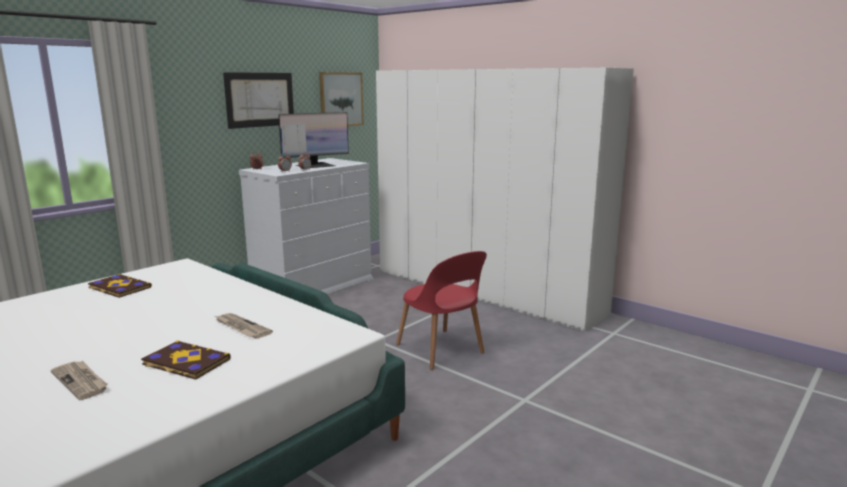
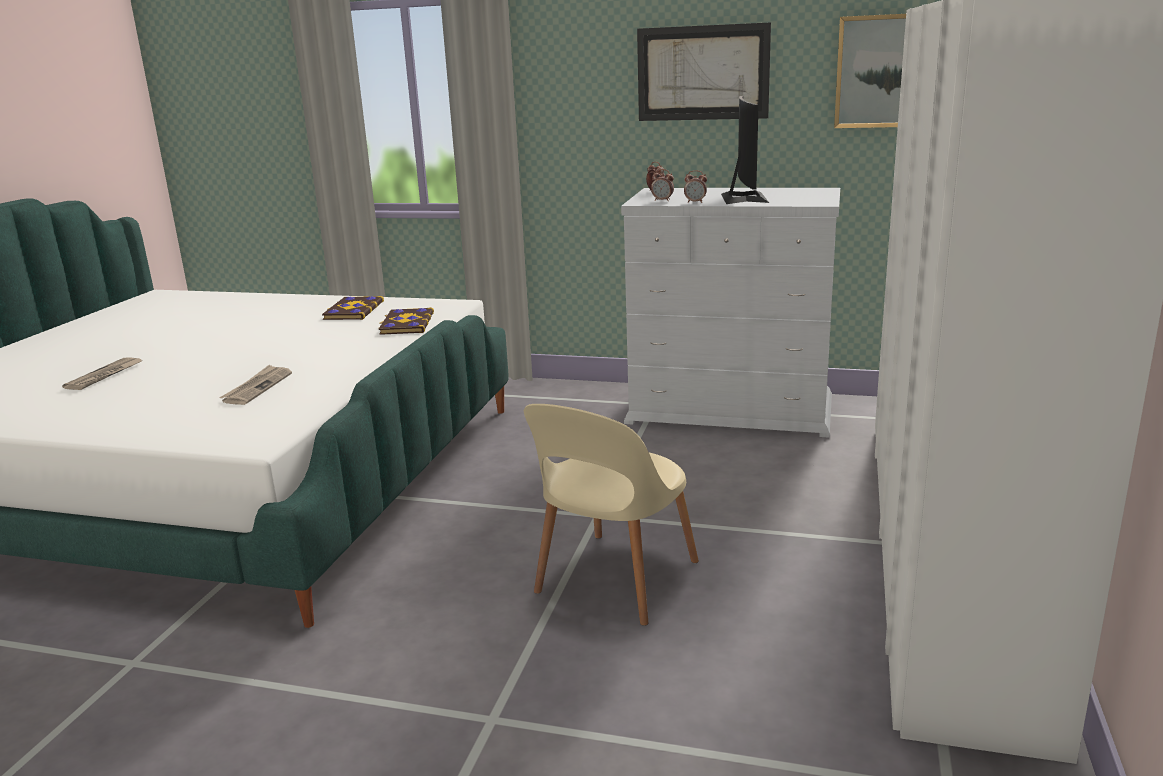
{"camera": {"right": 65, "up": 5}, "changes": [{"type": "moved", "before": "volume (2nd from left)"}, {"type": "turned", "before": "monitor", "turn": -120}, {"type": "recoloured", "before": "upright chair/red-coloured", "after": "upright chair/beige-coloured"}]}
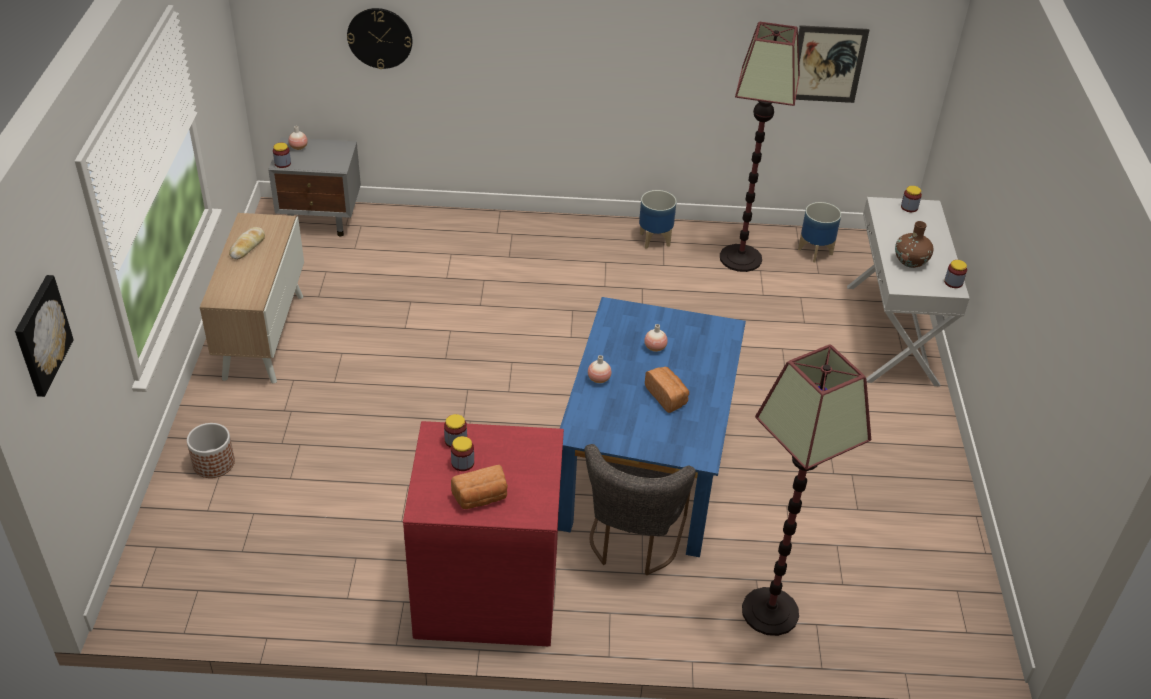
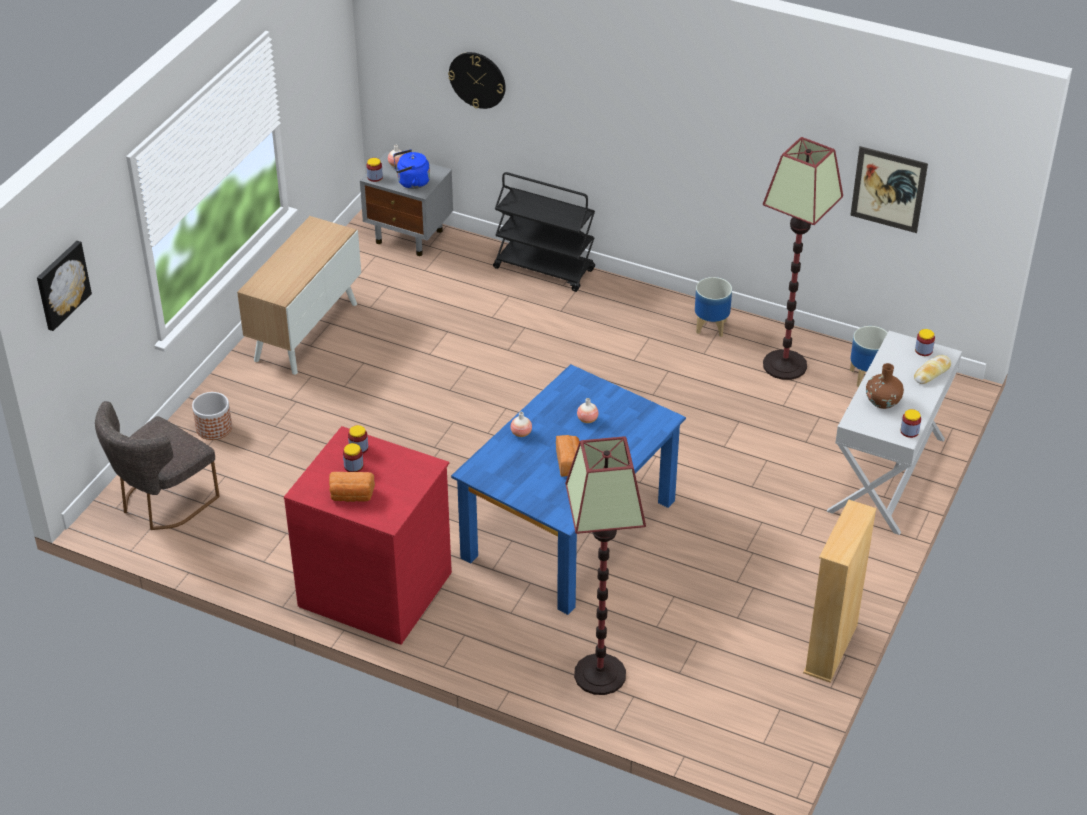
{"camera": {"right": 25, "up": 0}, "changes": [{"type": "moved", "before": "bread (1st from left in the first image)", "after": "bread (3rd from left)"}, {"type": "moved", "before": "upright chair/grey"}, {"type": "added", "after": "tea kettle/blue"}, {"type": "added", "after": "wheeled cart/black"}, {"type": "added", "after": "bookshelf/beige-coloured"}]}
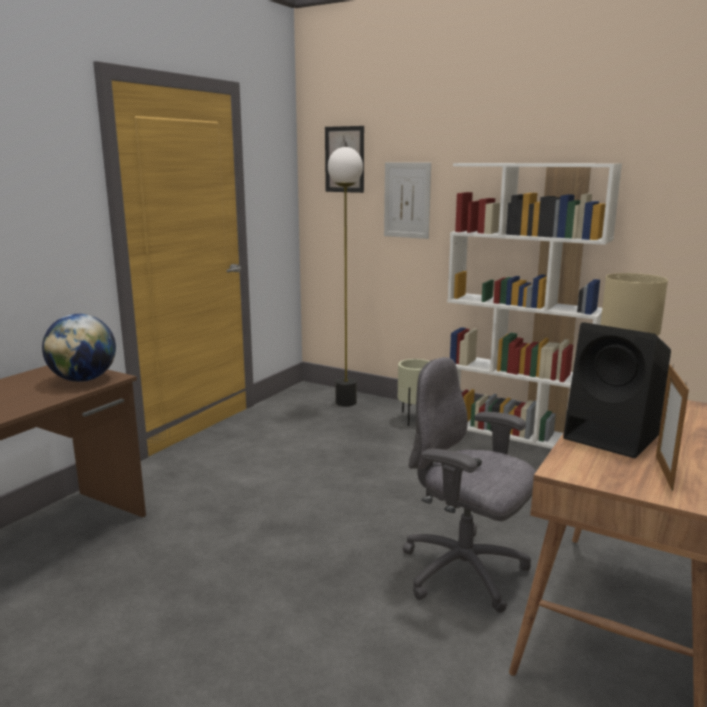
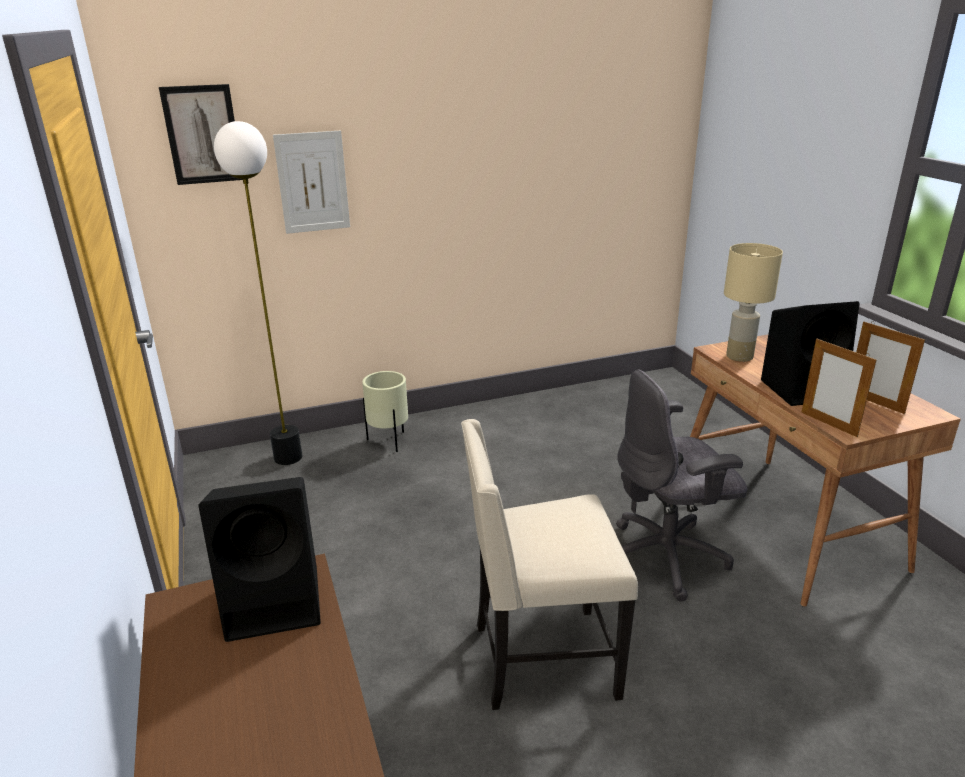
{"camera": {"right": -50, "up": 10}, "changes": [{"type": "replaced", "before": "desk globe", "after": "audio speaker/black (1st from left)"}, {"type": "removed", "before": "bookshelf/whitish"}, {"type": "added", "after": "upright chair/beige-coloured"}, {"type": "added", "after": "standing frame (1st from left)"}]}
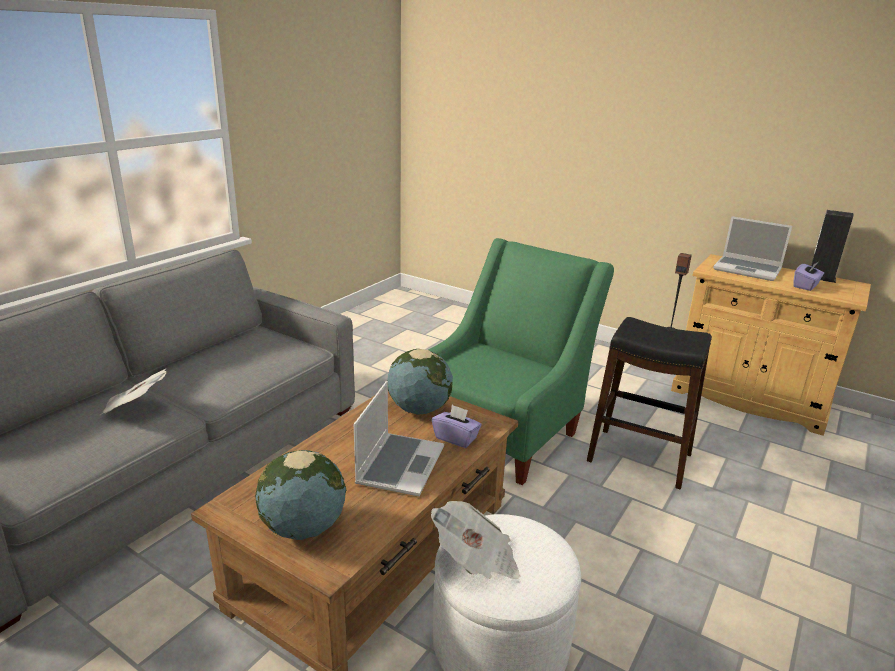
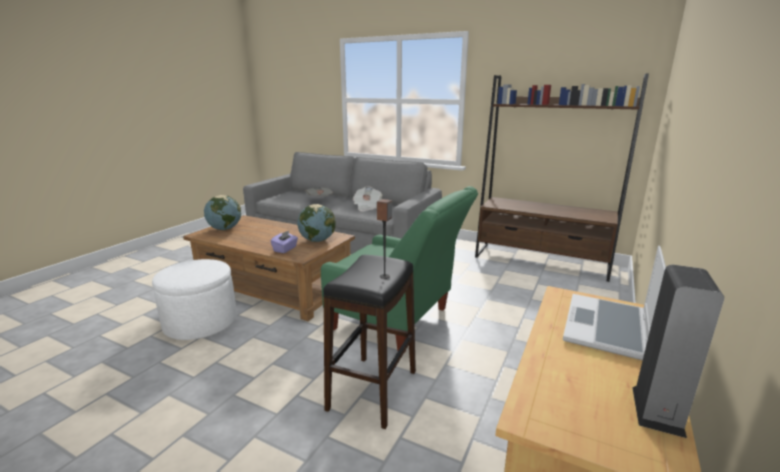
{"camera": {"right": 85, "up": -5}, "changes": [{"type": "removed", "before": "laptop (1st from left)"}, {"type": "moved", "before": "printed paper (2nd from left)"}, {"type": "removed", "before": "tissue holder/purple-coloured (2nd from left)"}, {"type": "added", "after": "bookshelf/brown"}]}
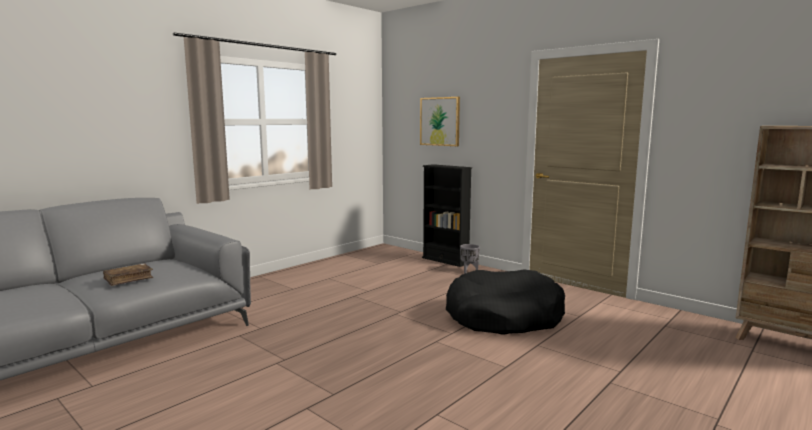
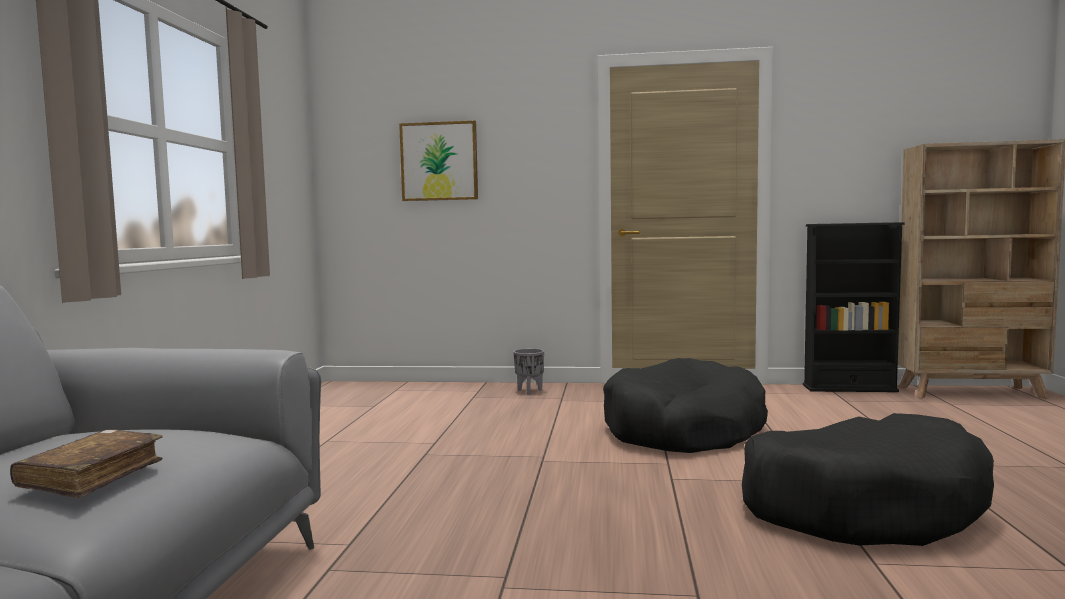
{"camera": {"right": -35, "up": -5}, "changes": [{"type": "moved", "before": "bookshelf/black"}, {"type": "added", "after": "dog bed/black (2nd from left)"}]}
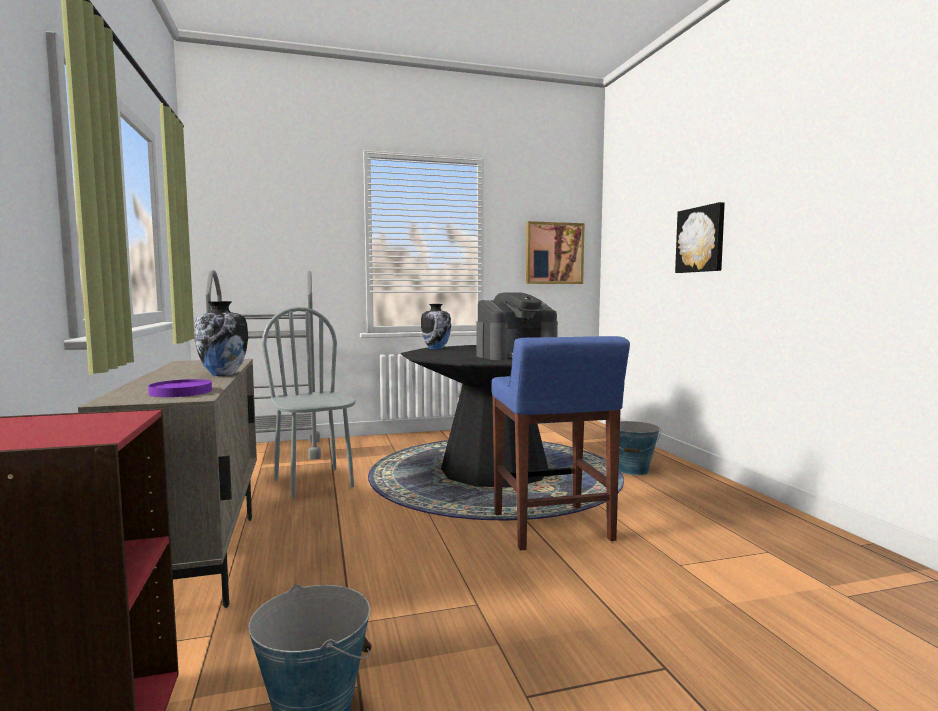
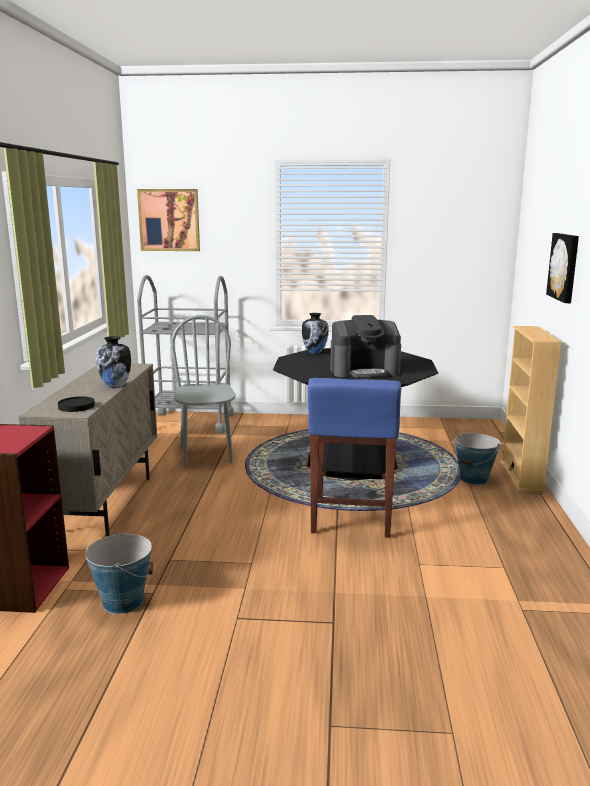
{"camera": {"right": 20, "up": 10}, "changes": [{"type": "recoloured", "before": "flat dish/purple-coloured", "after": "flat dish/black"}, {"type": "moved", "before": "wall picture (1st from left)"}, {"type": "added", "after": "bookshelf/beige-coloured"}]}
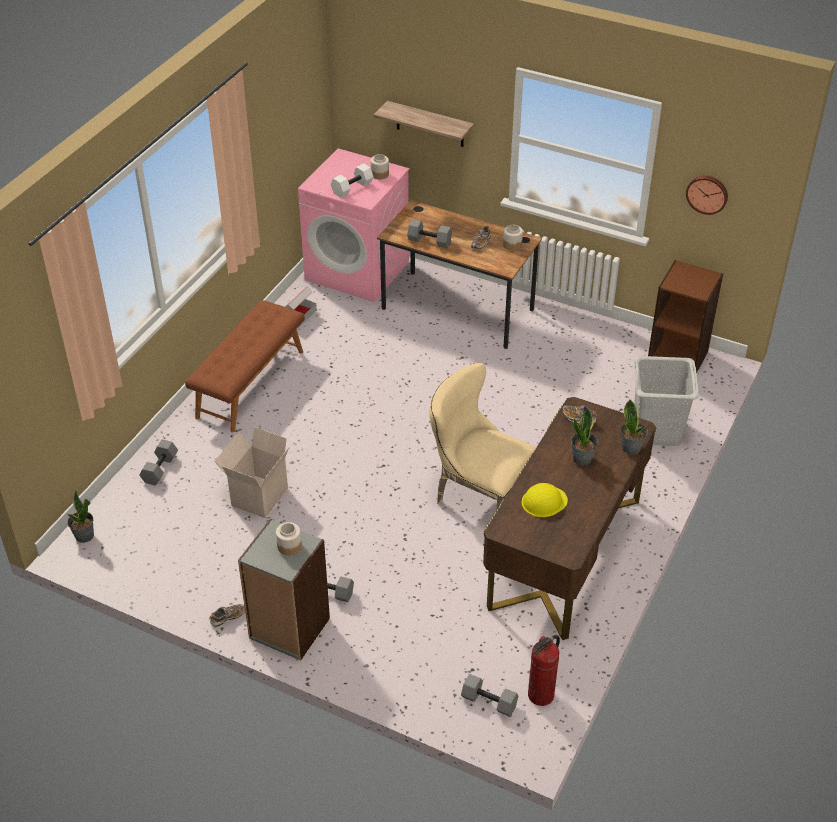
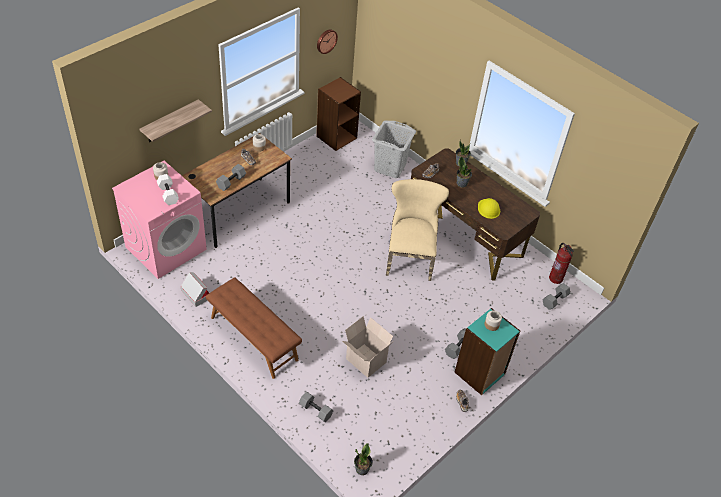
{"camera": {"right": -75, "up": 5}, "changes": [{"type": "recoloured", "before": "bookshelf/grey", "after": "bookshelf/blue-green"}, {"type": "turned", "before": "upright chair/beige-coloured", "turn": 135}]}
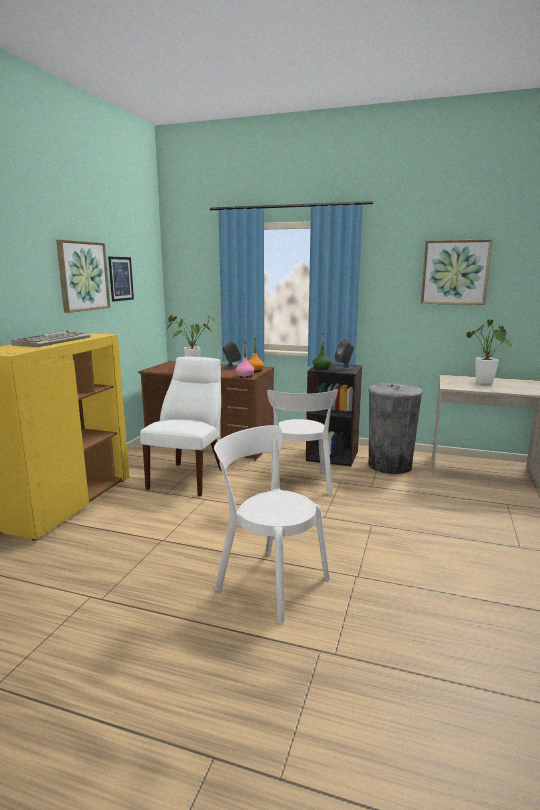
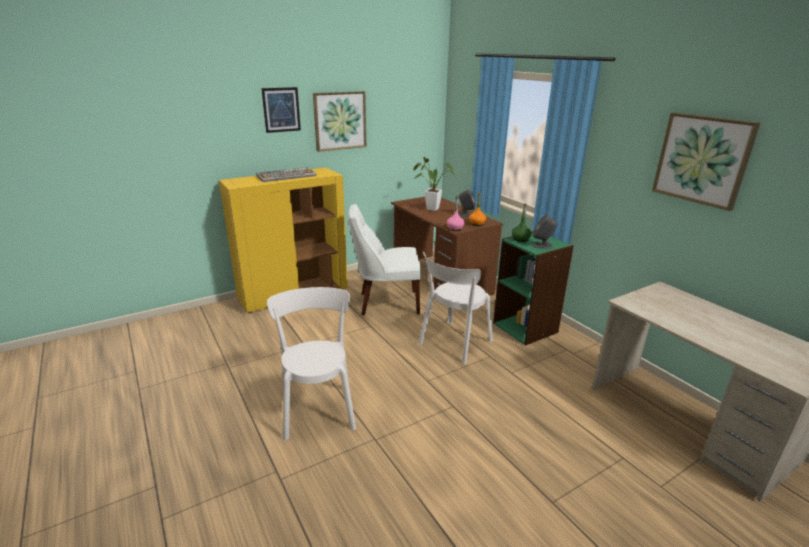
{"camera": {"right": 40, "up": 10}, "changes": [{"type": "moved", "before": "wall picture (2nd from left in the first image)", "after": "wall picture (1st from left)"}, {"type": "turned", "before": "upright chair/whitish (1st from left in the first image)", "turn": -150}, {"type": "recoloured", "before": "bookshelf/black", "after": "bookshelf/greenish"}, {"type": "removed", "before": "rubbish bin/grey"}, {"type": "removed", "before": "potted plant (2nd from left)"}]}
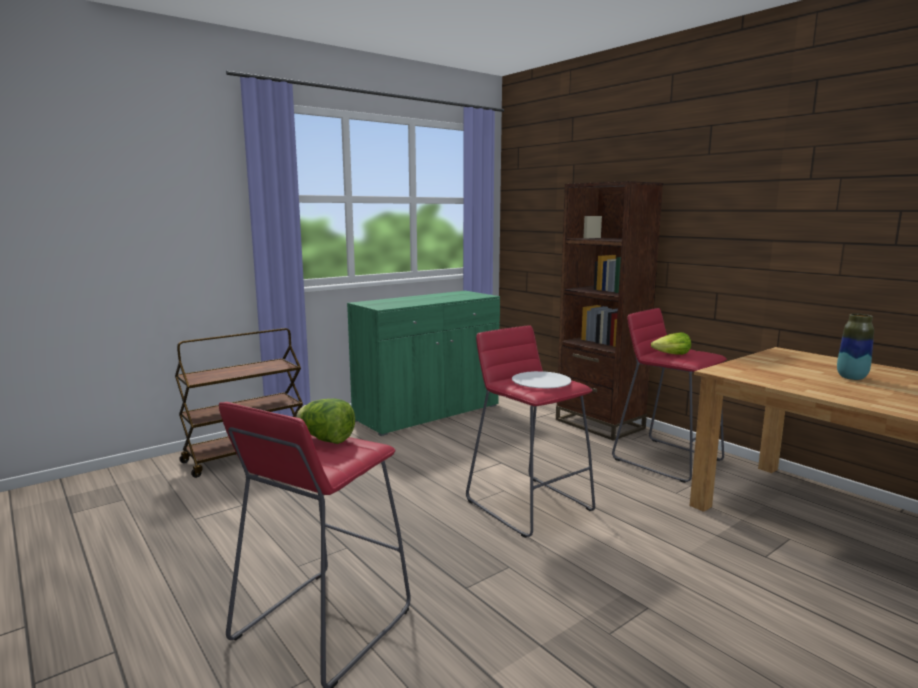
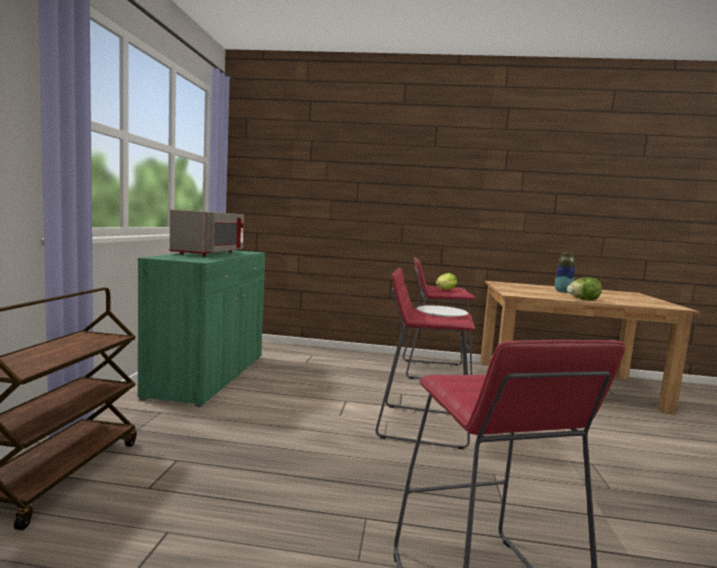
{"camera": {"right": -45, "up": -5}, "changes": [{"type": "moved", "before": "lettuce (1st from left in the first image)", "after": "lettuce (2nd from left)"}, {"type": "removed", "before": "bookshelf/brown"}, {"type": "added", "after": "microwave/grey"}]}
